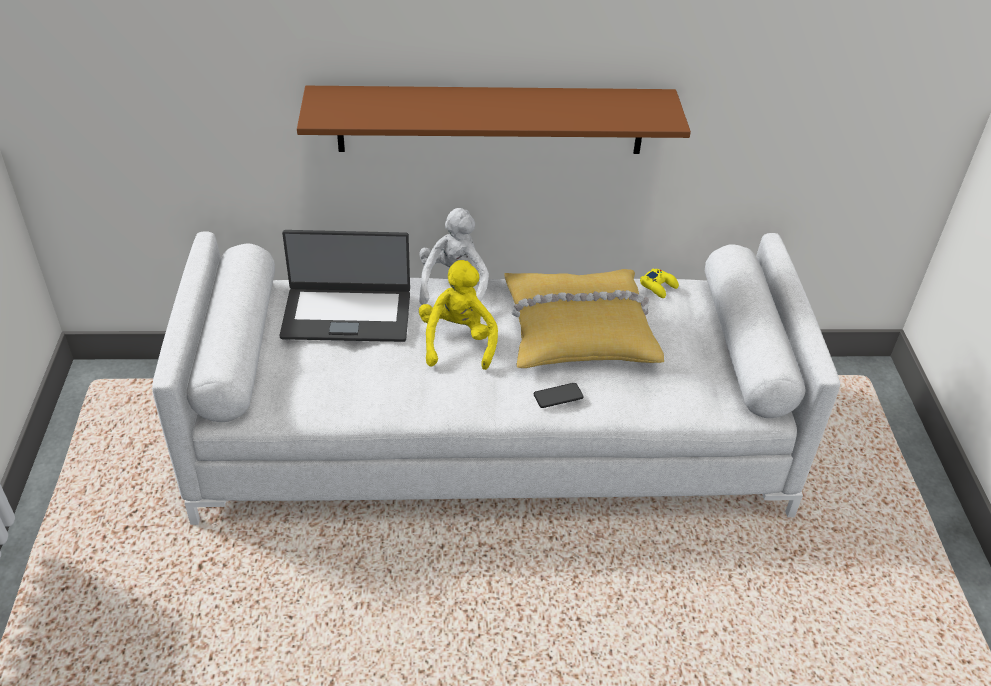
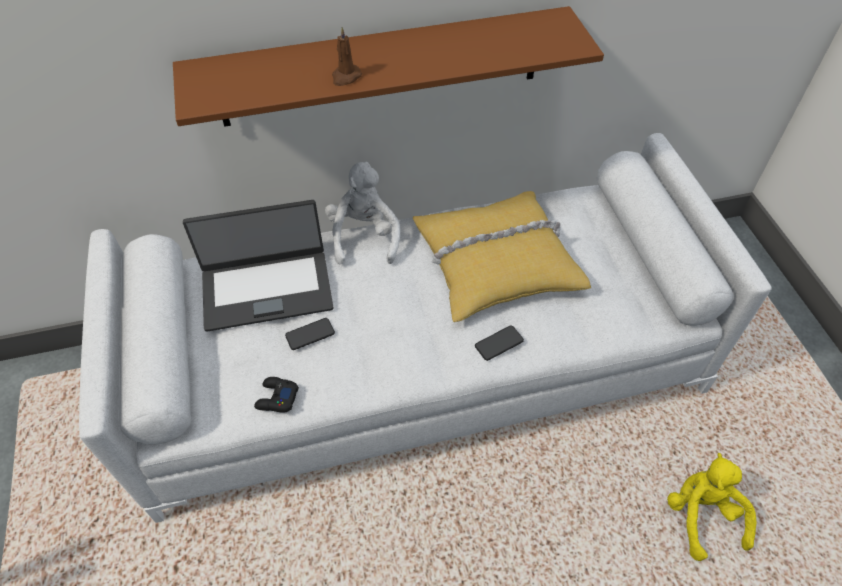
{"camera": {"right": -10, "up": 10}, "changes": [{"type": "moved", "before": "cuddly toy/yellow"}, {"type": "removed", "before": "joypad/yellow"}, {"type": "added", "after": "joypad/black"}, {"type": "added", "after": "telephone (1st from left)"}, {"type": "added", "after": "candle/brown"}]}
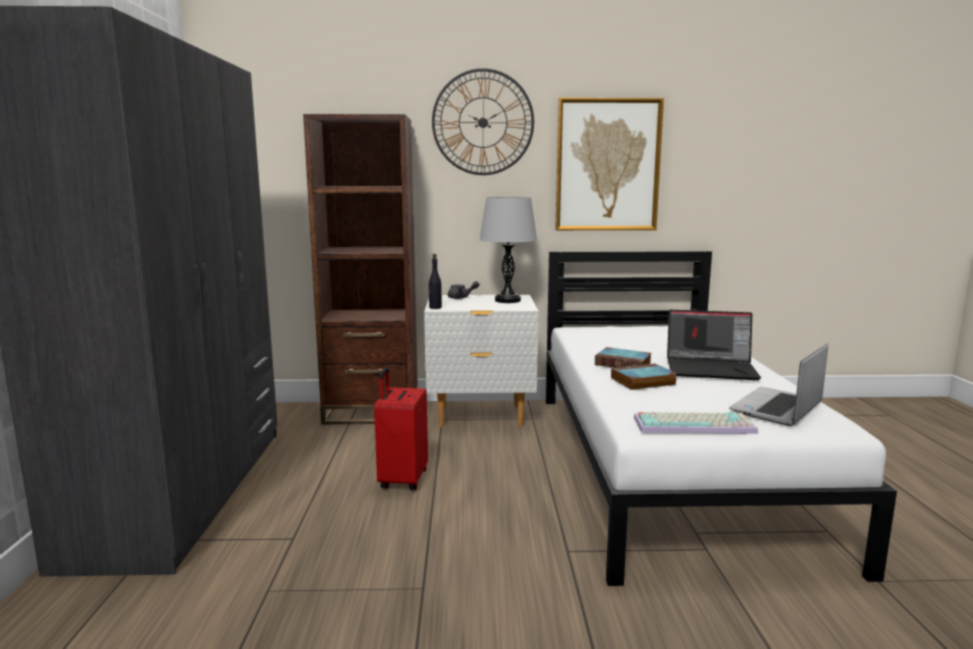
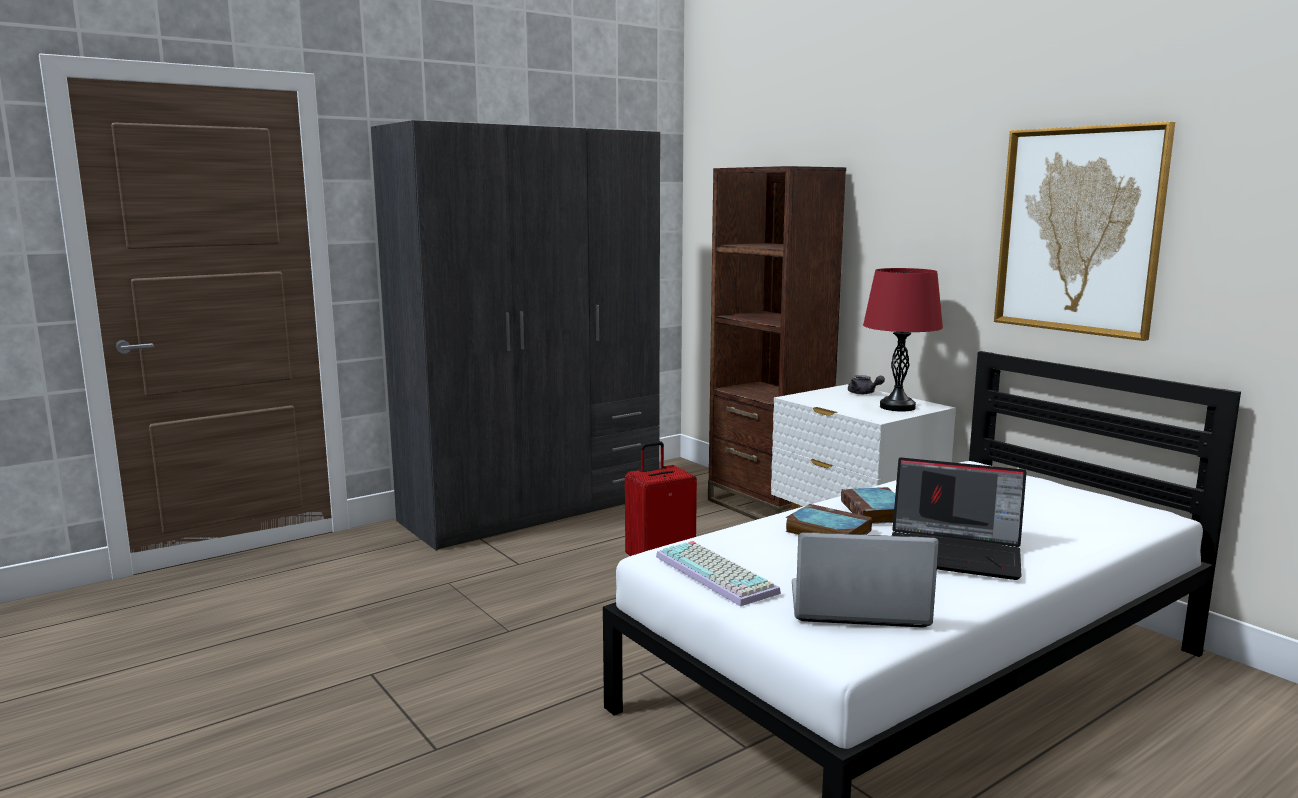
{"camera": {"right": 55, "up": 0}, "changes": [{"type": "removed", "before": "bottle/black"}, {"type": "removed", "before": "hanging clock"}, {"type": "recoloured", "before": "table lamp/grey", "after": "table lamp/red-coloured"}, {"type": "turned", "before": "laptop (1st from left in the first image)", "turn": -45}]}
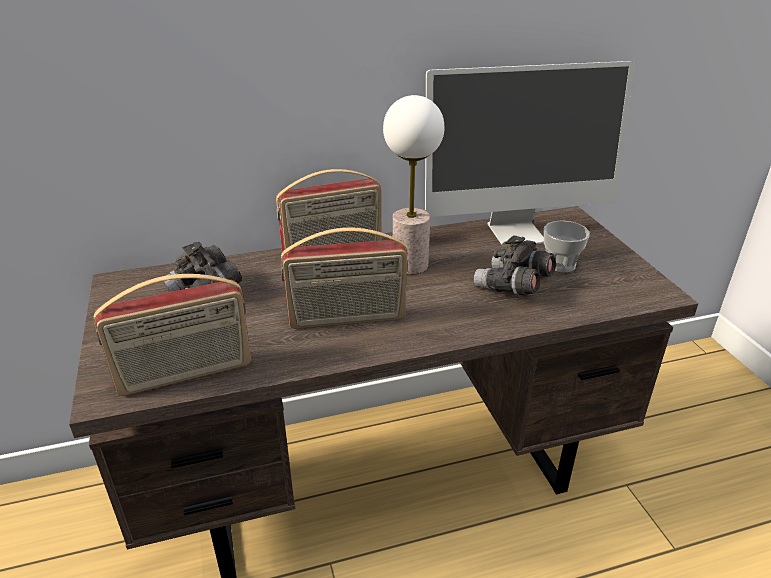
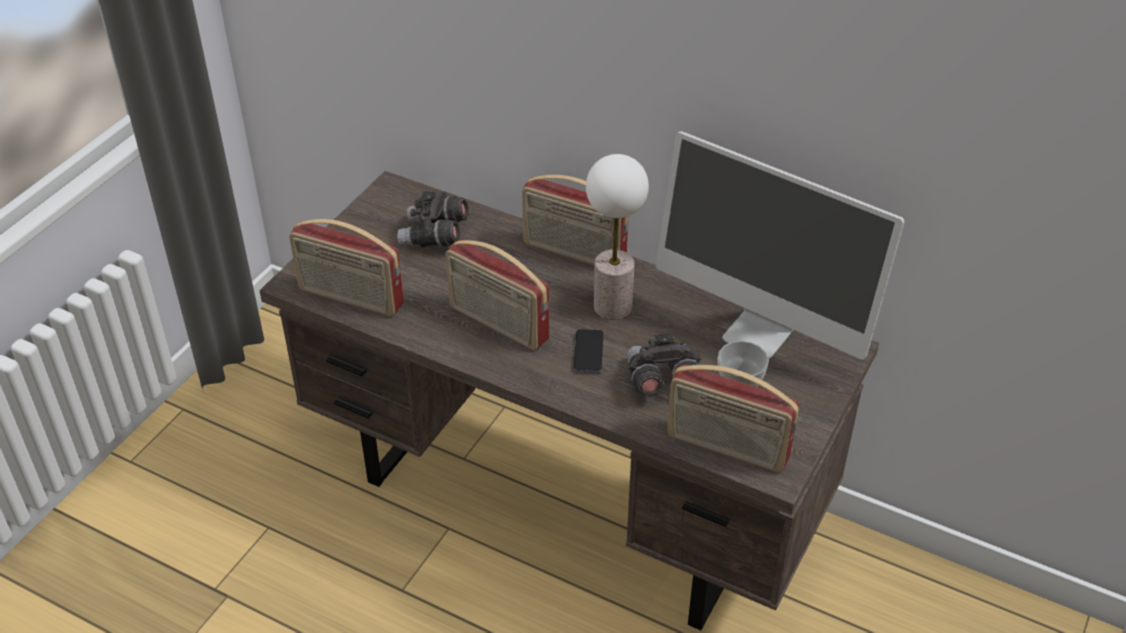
{"camera": {"right": 45, "up": 10}, "changes": [{"type": "added", "after": "telephone"}, {"type": "added", "after": "radio set (4th from left)"}]}
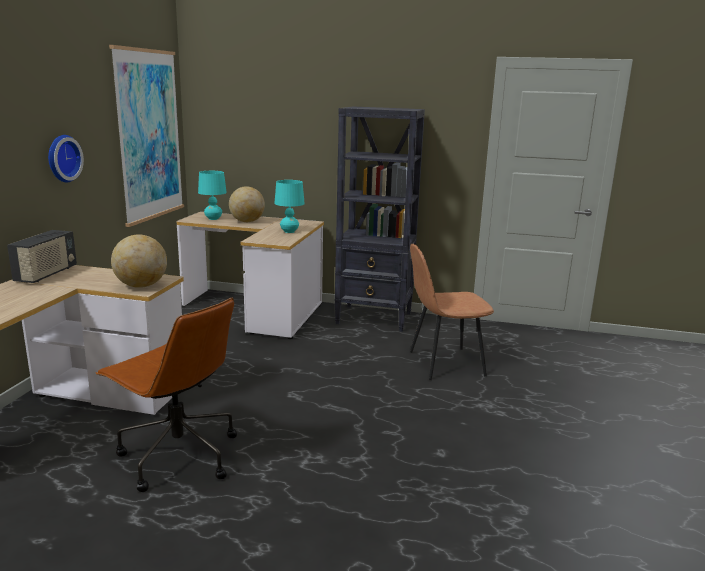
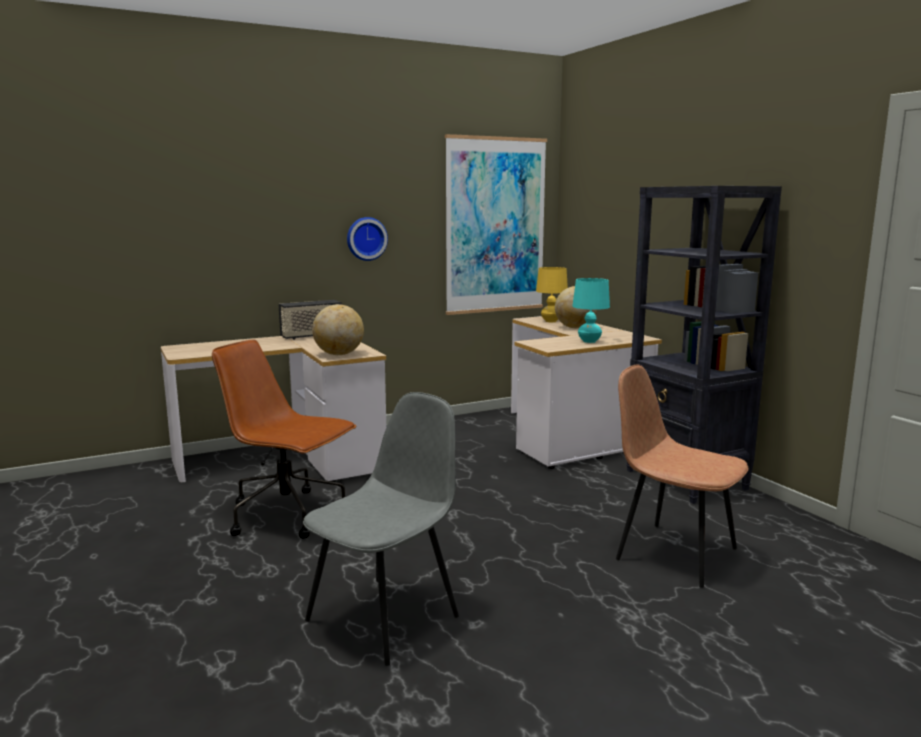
{"camera": {"right": 50, "up": -5}, "changes": [{"type": "turned", "before": "desk chair/brown", "turn": 120}, {"type": "recoloured", "before": "table lamp/blue-green (1st from left)", "after": "table lamp/yellow"}, {"type": "added", "after": "upright chair/grey"}]}
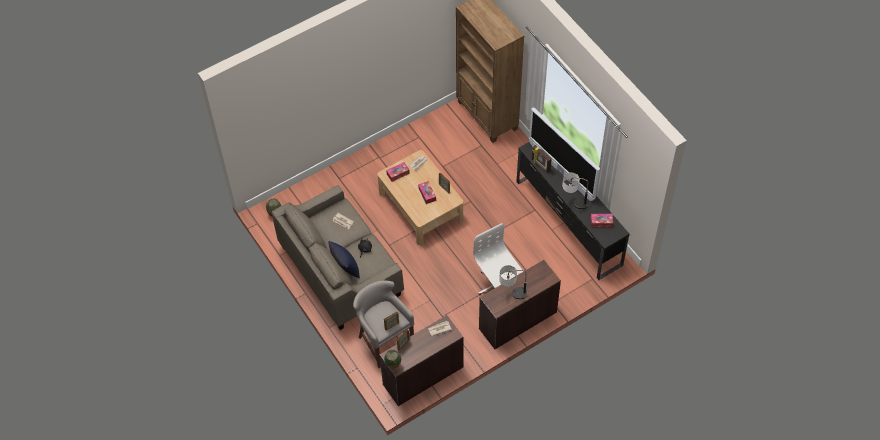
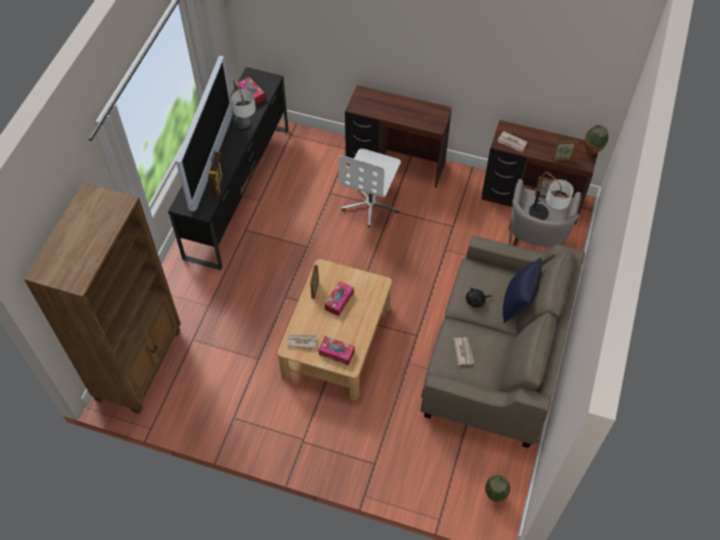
{"camera": {"right": -130, "up": 0}, "changes": [{"type": "moved", "before": "table lamp (1st from left in the first image)", "after": "table lamp (2nd from left)"}]}
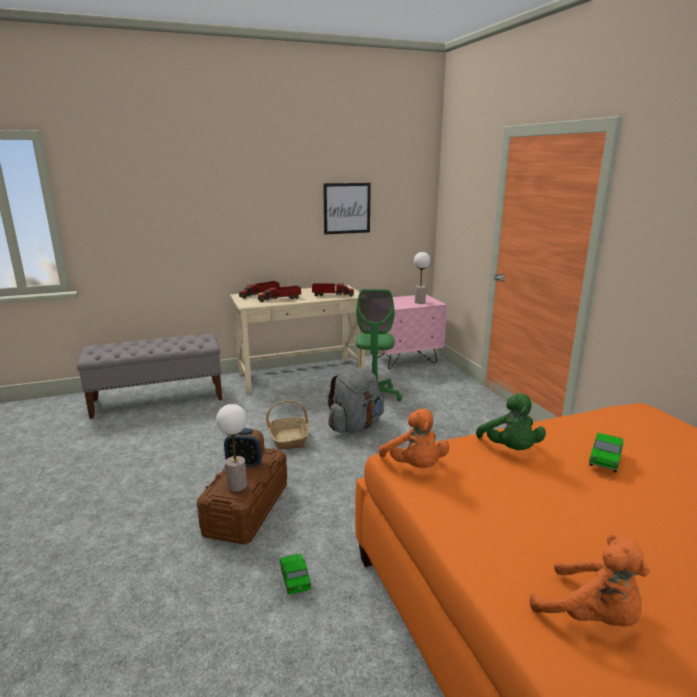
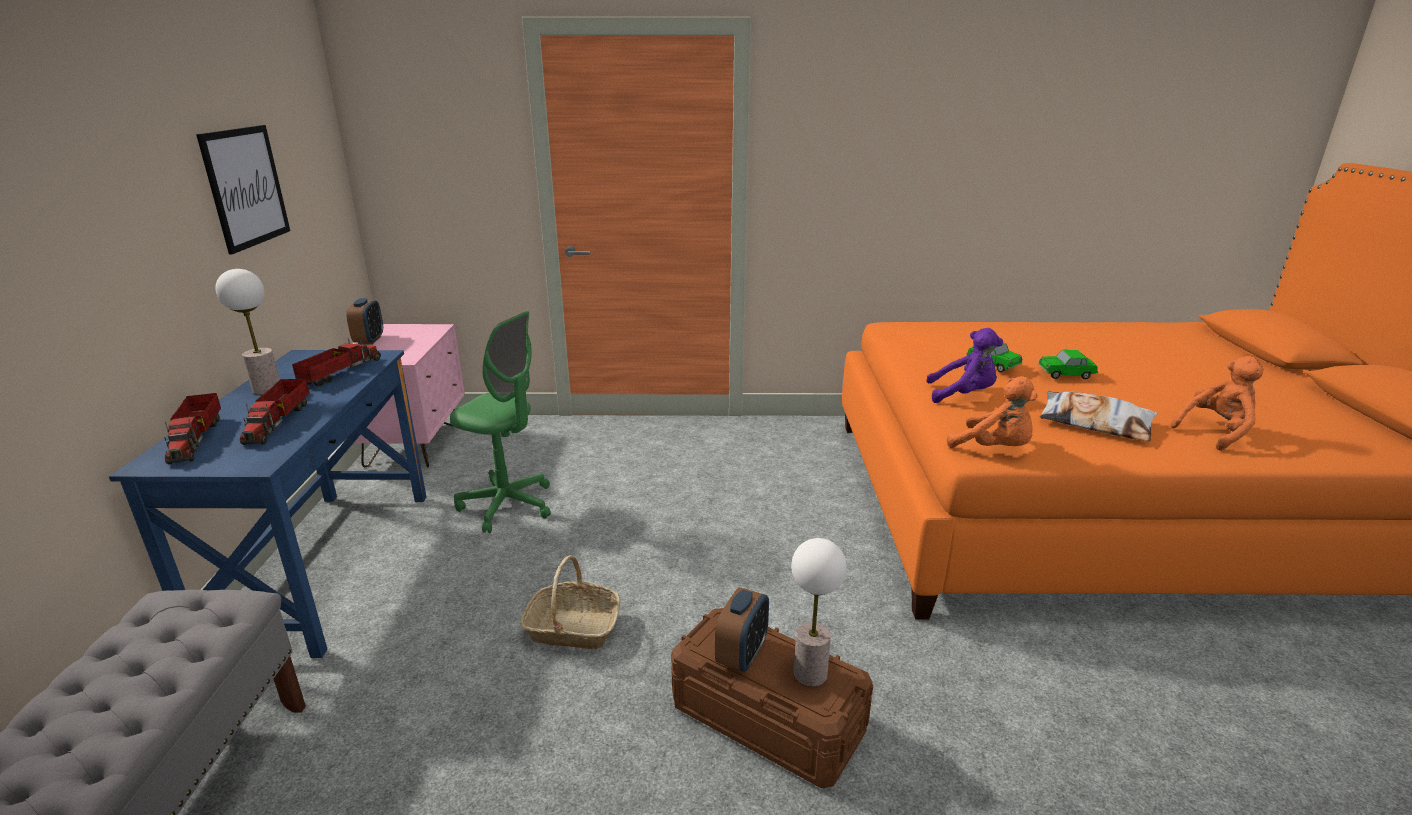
{"camera": {"right": -70, "up": 5}, "changes": [{"type": "recoloured", "before": "desk table/beige-coloured", "after": "desk table/blue"}, {"type": "moved", "before": "miniature car (1st from left in the first image)", "after": "miniature car (2nd from left)"}, {"type": "removed", "before": "backpack/grey"}, {"type": "turned", "before": "cuddly toy/orange-coloured (1st from left)", "turn": 45}, {"type": "moved", "before": "table lamp (2nd from left in the first image)", "after": "table lamp (1st from left)"}, {"type": "recoloured", "before": "cuddly toy/greenish", "after": "cuddly toy/purple-coloured"}, {"type": "added", "after": "bedside clock (1st from left)"}, {"type": "added", "after": "throw pillow"}]}
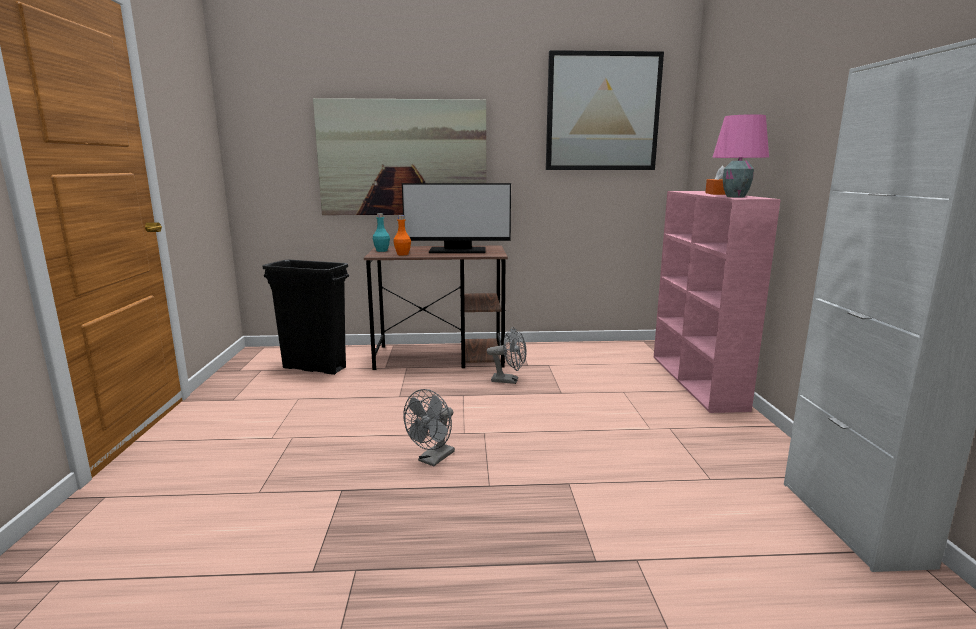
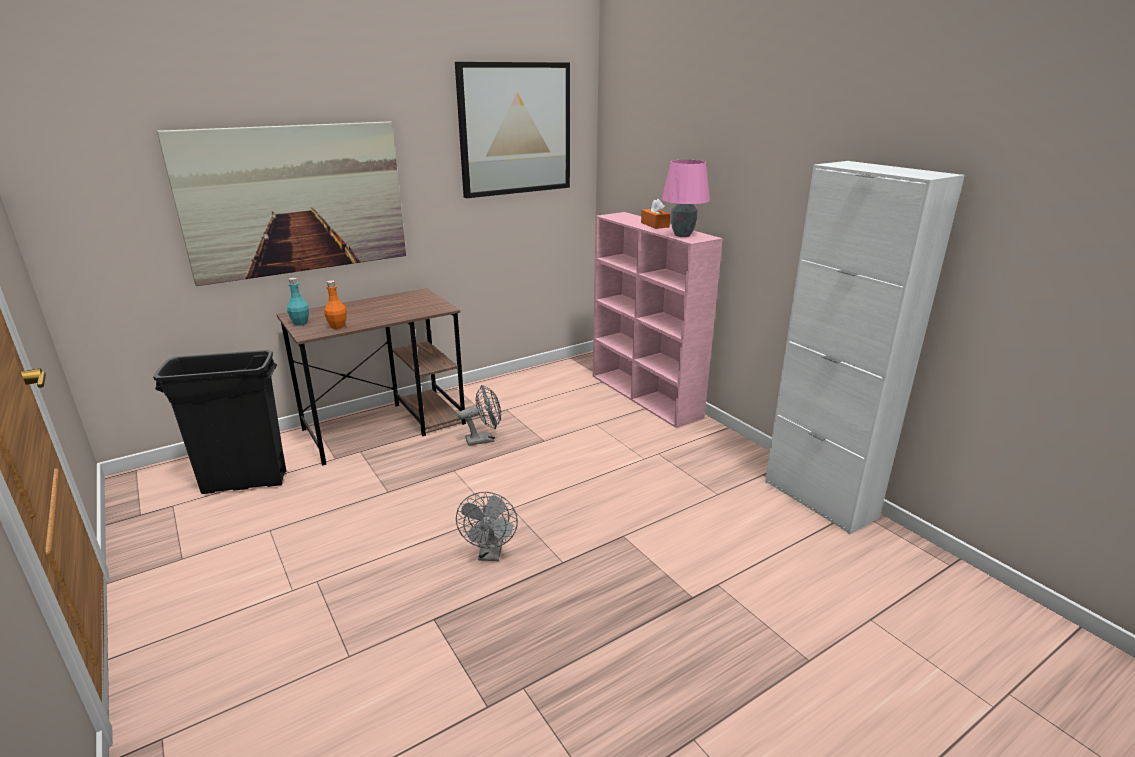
{"camera": {"right": -30, "up": 10}, "changes": [{"type": "removed", "before": "monitor"}]}
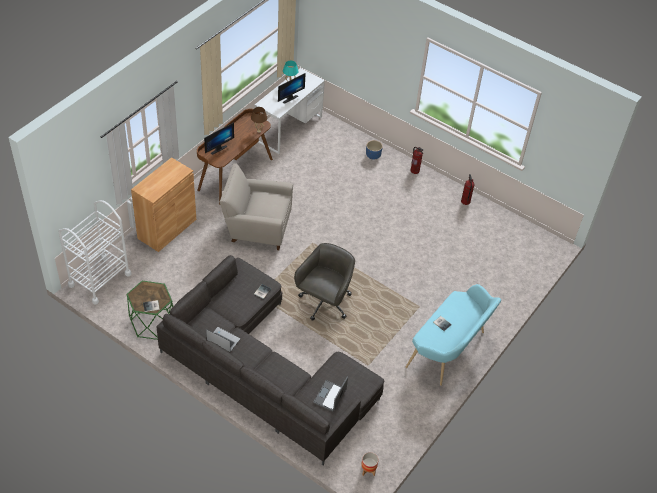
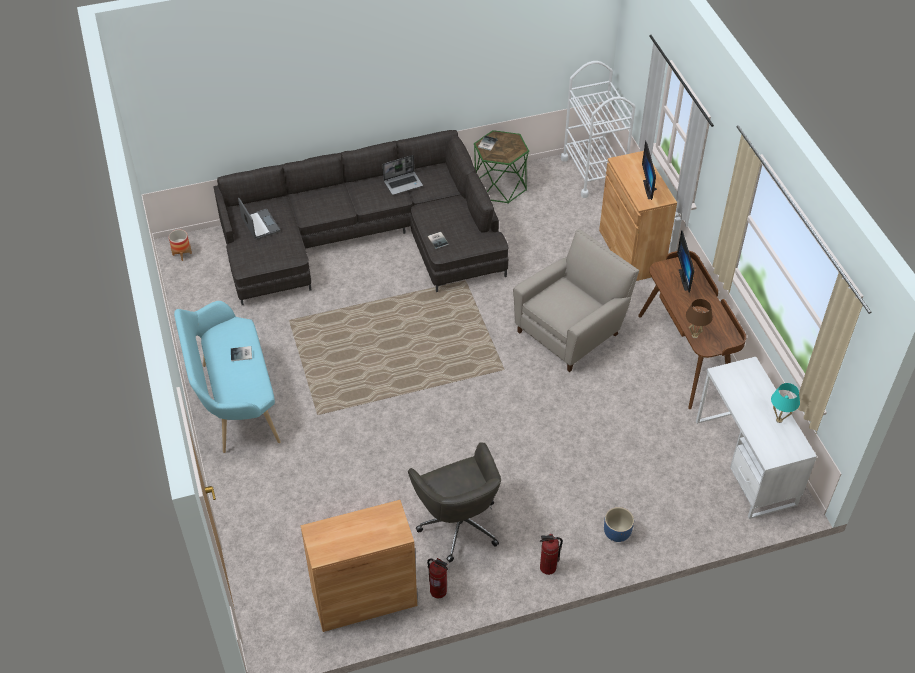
{"camera": {"right": 130, "up": 0}, "changes": [{"type": "moved", "before": "monitor (2nd from left in the first image)", "after": "monitor (1st from left)"}, {"type": "moved", "before": "desk chair/grey"}, {"type": "added", "after": "storage cabinet/brown (1st from left)"}]}
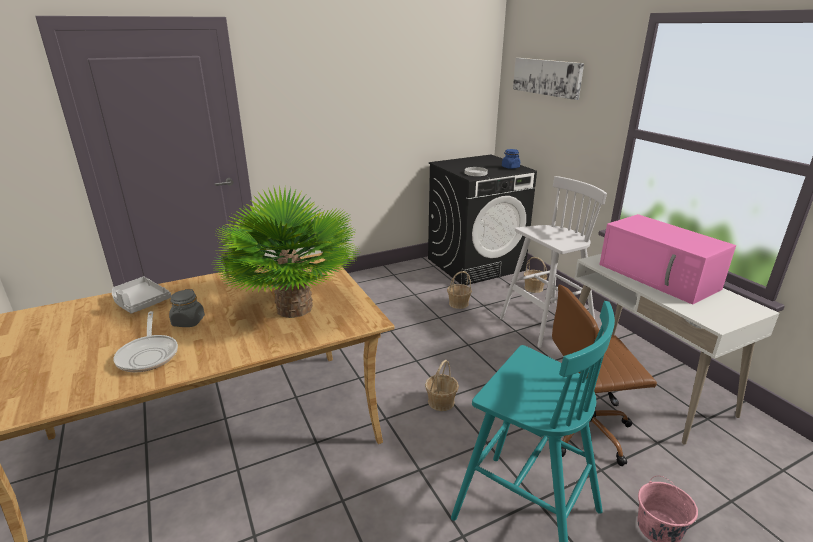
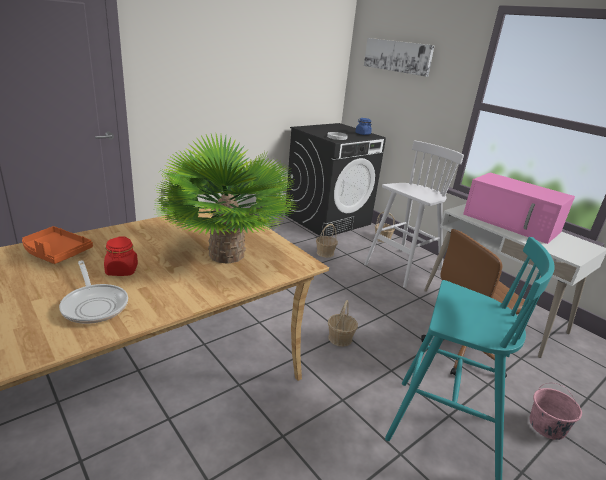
{"camera": {"right": -15, "up": 0}, "changes": [{"type": "recoloured", "before": "serving tray/grey", "after": "serving tray/orange-coloured"}, {"type": "recoloured", "before": "storage jar/grey", "after": "storage jar/red-coloured"}]}
